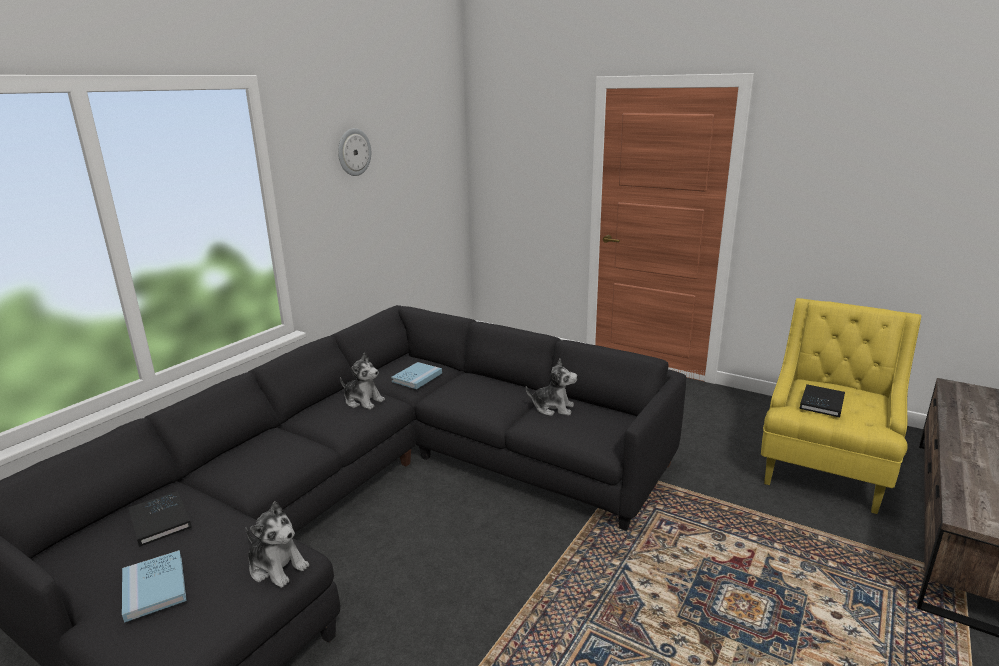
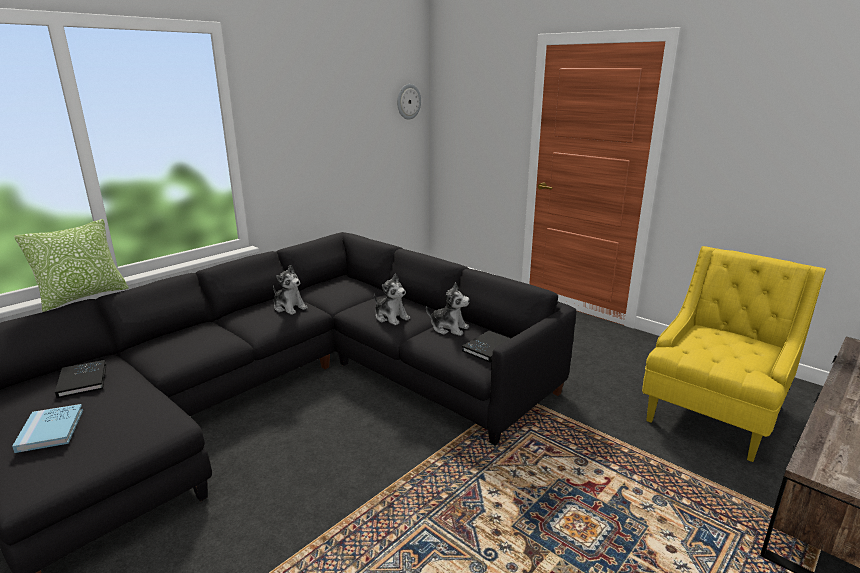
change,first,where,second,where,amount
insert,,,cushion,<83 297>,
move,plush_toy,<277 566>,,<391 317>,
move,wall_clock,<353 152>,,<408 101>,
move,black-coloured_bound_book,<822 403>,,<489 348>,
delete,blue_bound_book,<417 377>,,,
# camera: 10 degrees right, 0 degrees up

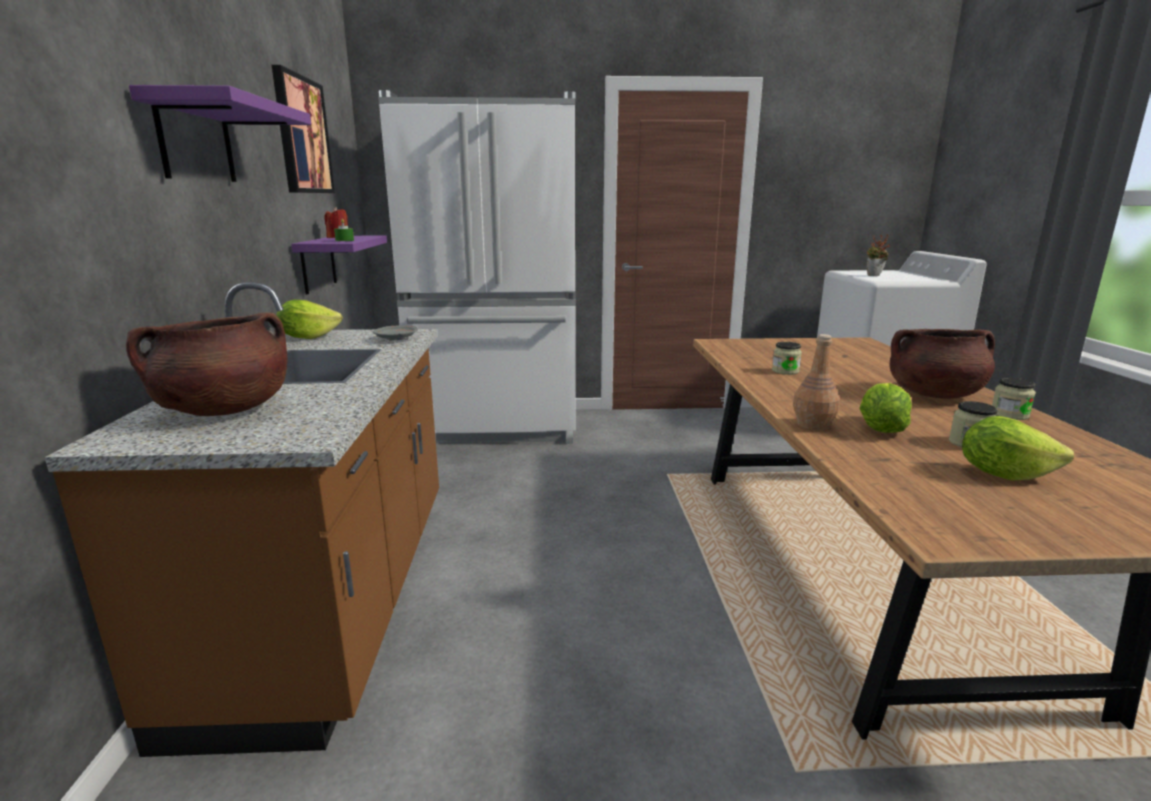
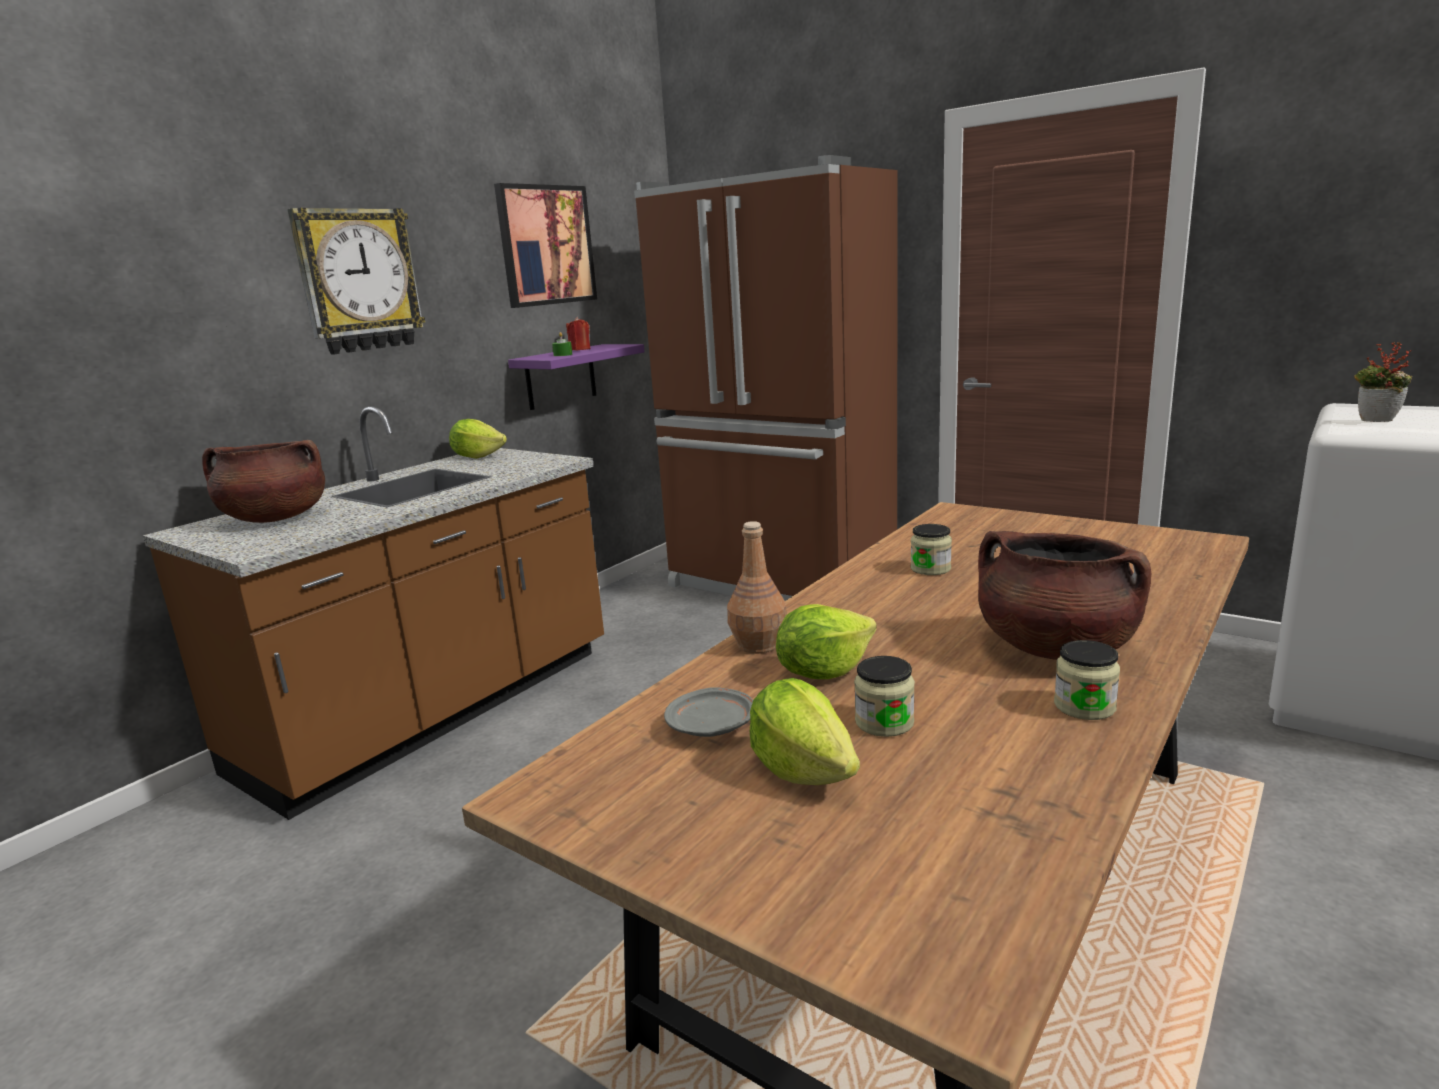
change,first,where,second,where,amount
replace,purple-coloured_shelf,<196 141>,wall_clock,<358 280>,
recolor,whitish_refrigerator,<497 428>,brown-coloured_refrigerator,<779 583>,
move,grey_plate,<396 339>,,<712 726>,
# camera: 40 degrees right, 0 degrees up

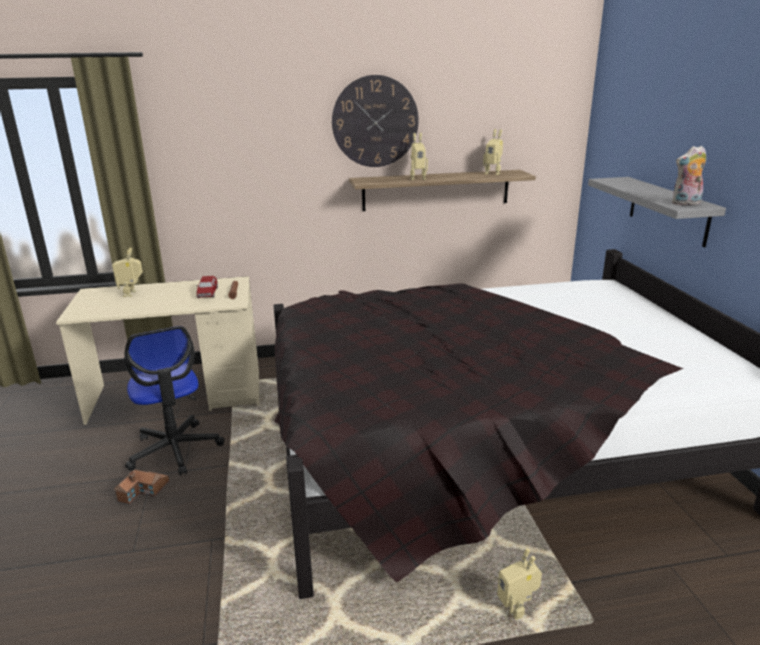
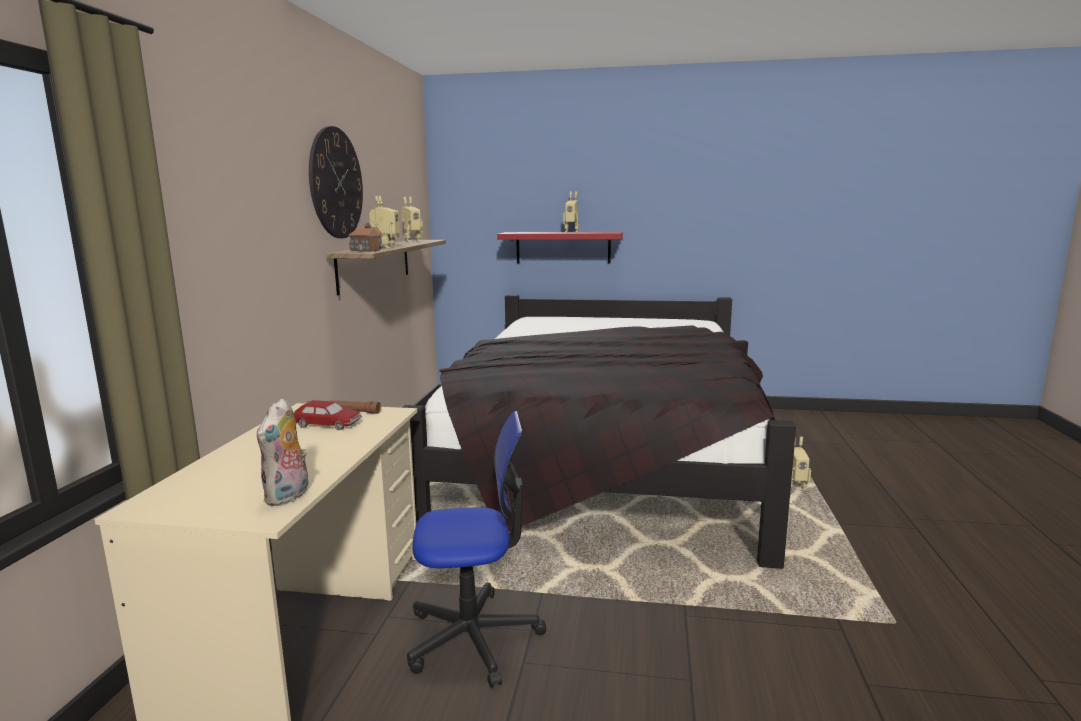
change,first,where,second,where,amount
move,plush_toy,<686 203>,,<288 497>,
move,toy_house,<143 491>,,<367 250>,
recolor,grey_shelf,<668 210>,red-coloured_shelf,<563 247>,
move,model_robot,<132 294>,,<572 232>,
# camera: 70 degrees left, 10 degrees down

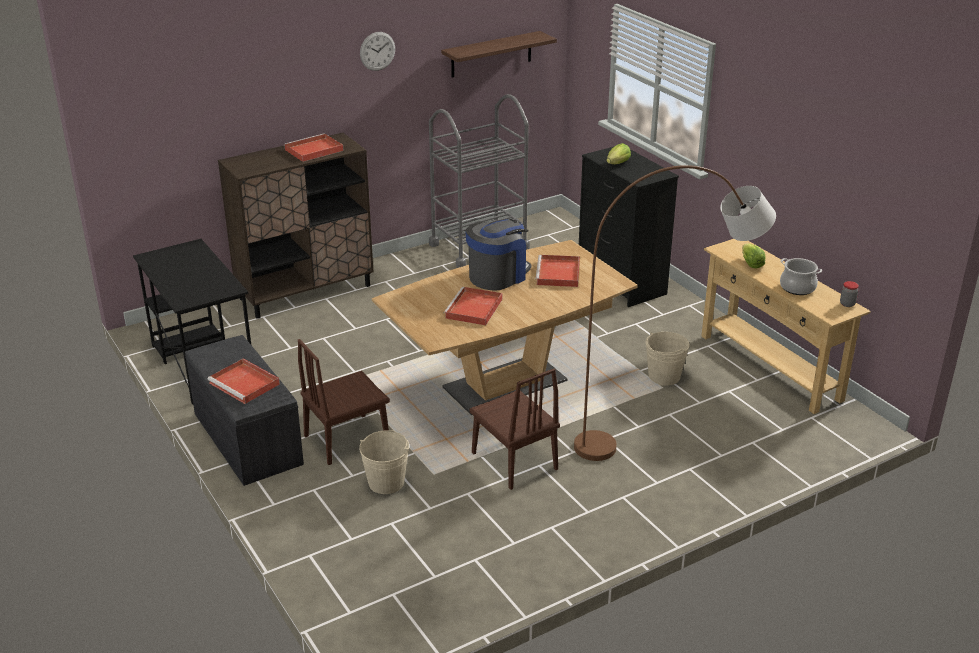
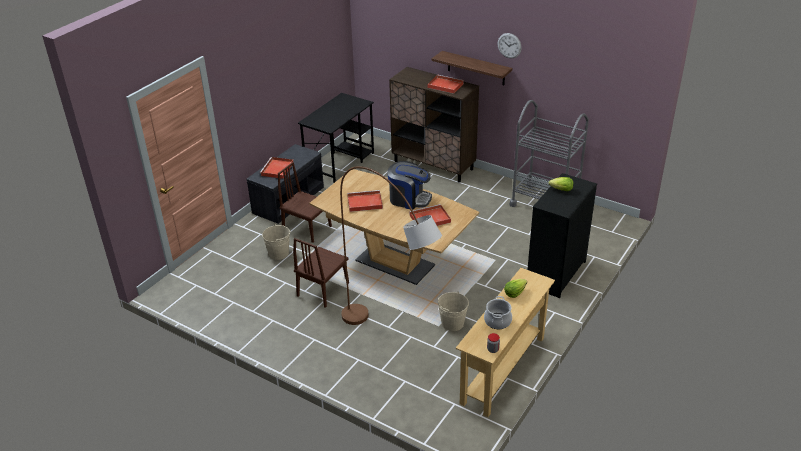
change,first,where,second,where,amount
move,shelf,<491 54>,,<476 68>,
# camera: 65 degrees right, 5 degrees up

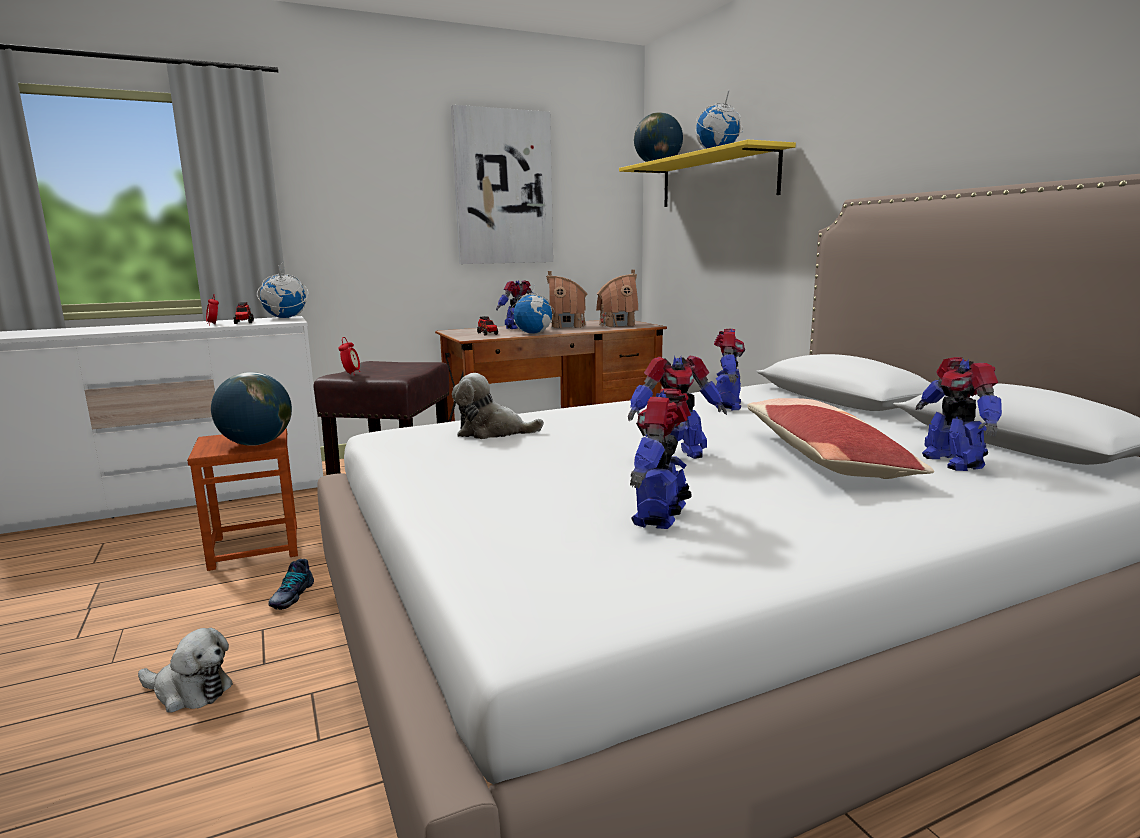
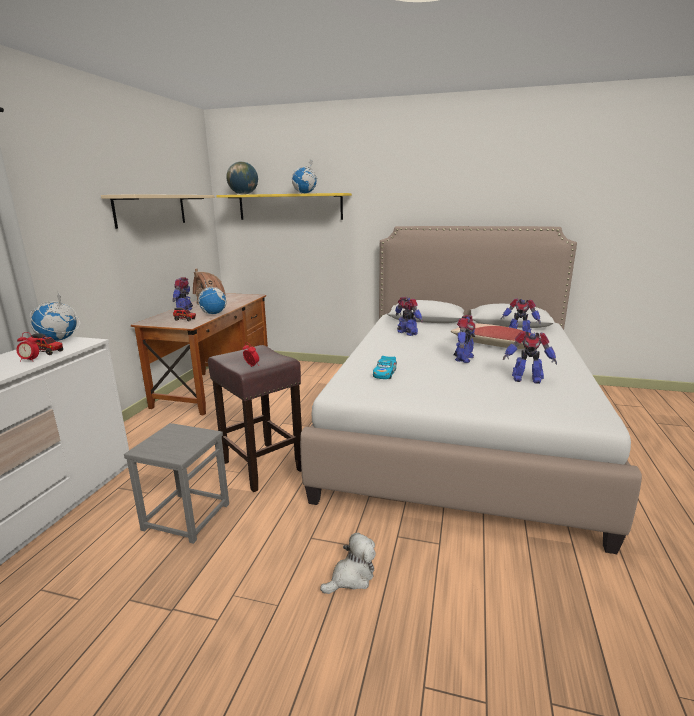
change,first,where,second,where,amount
replace,picture,<503 188>,beige-coloured_shelf,<151 210>,
recolor,brown-coloured_sitting_stool,<255 547>,grey_sitting_stool,<186 516>,
replace,plush_toy,<492 432>,model_car,<384 373>,
rotate,model_robot,<662 516>,,<526 379>,45 degrees counterclockwise
delete,desk_globe,<257 444>,,,
delete,item_of_footwear,<291 596>,,,
delete,toy_house,<617 325>,,,
# camera: 50 degrees left, 5 degrees up

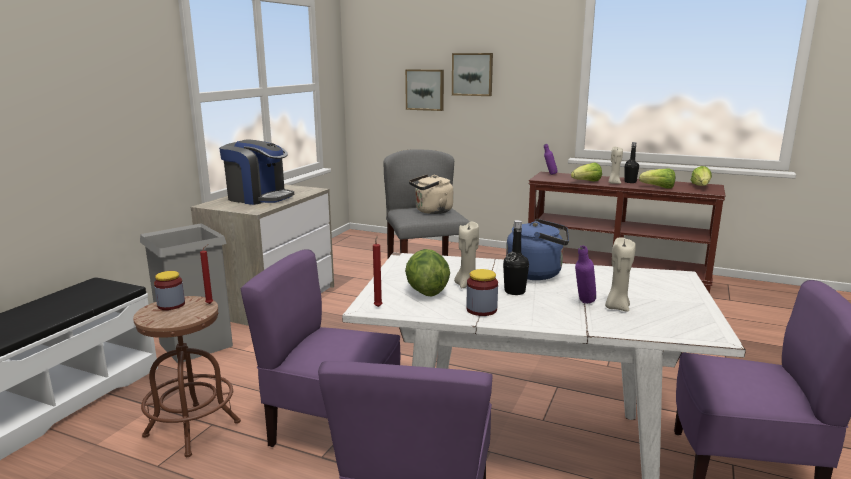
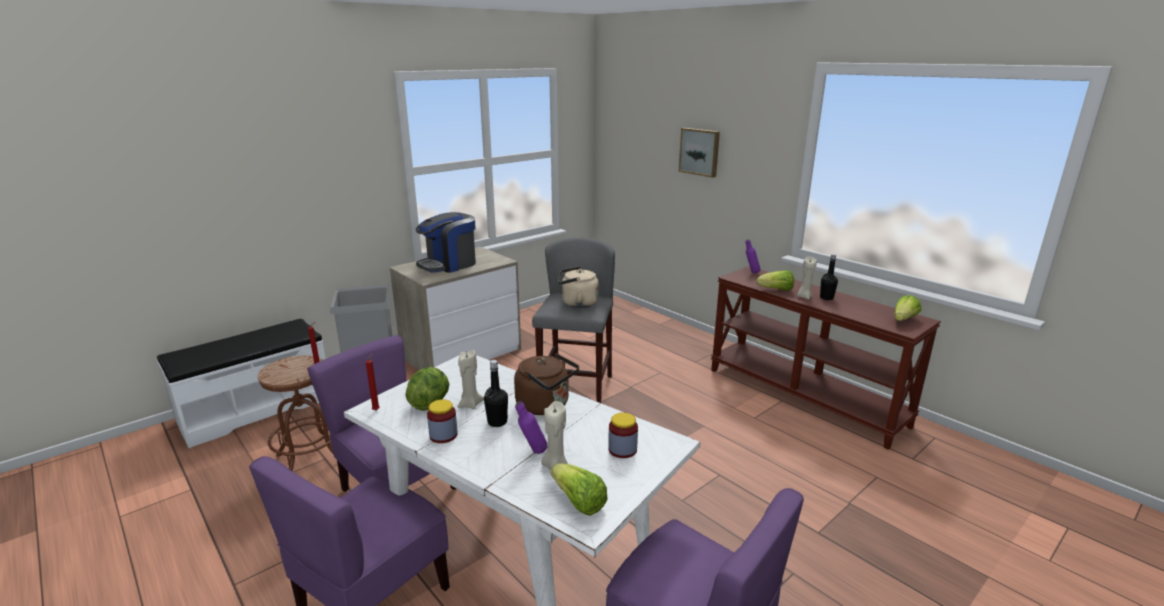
change,first,where,second,where,amount
rotate,coffee_maker,<259 198>,,<449 264>,90 degrees clockwise
recolor,blue_kettle,<537 273>,brown-coloured_kettle,<546 406>,
move,lettuce_head,<658 188>,,<578 502>,
move,preserve_jar,<171 305>,,<622 450>,
delete,picture,<425 89>,,,
# camera: 25 degrees right, 5 degrees up

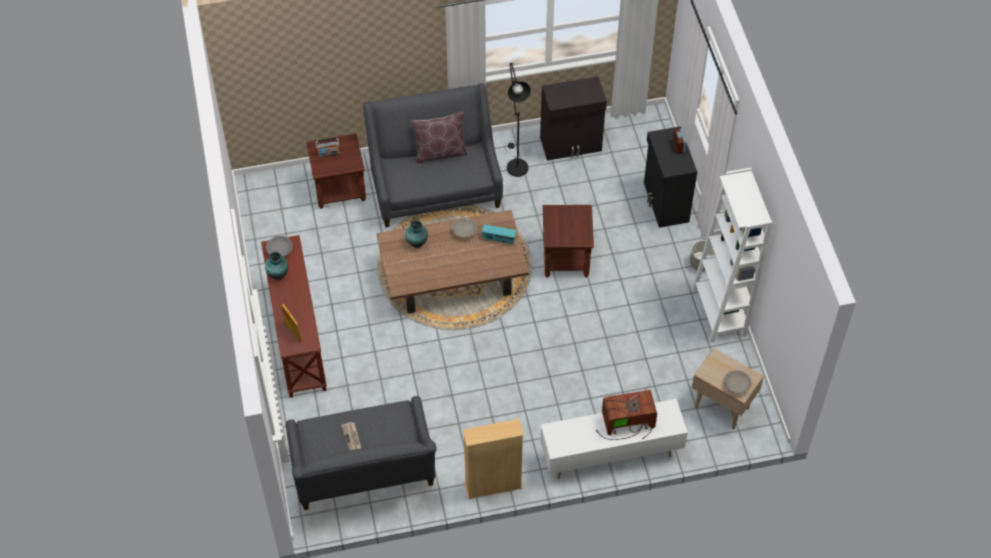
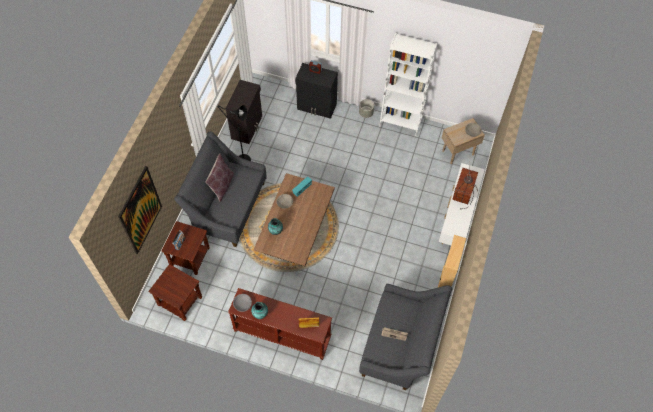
change,first,where,second,where,amount
insert,,,picture,<140 211>,
move,brown-coloured_accent_table,<565 258>,,<180 301>,
# camera: 60 degrees left, 5 degrees up

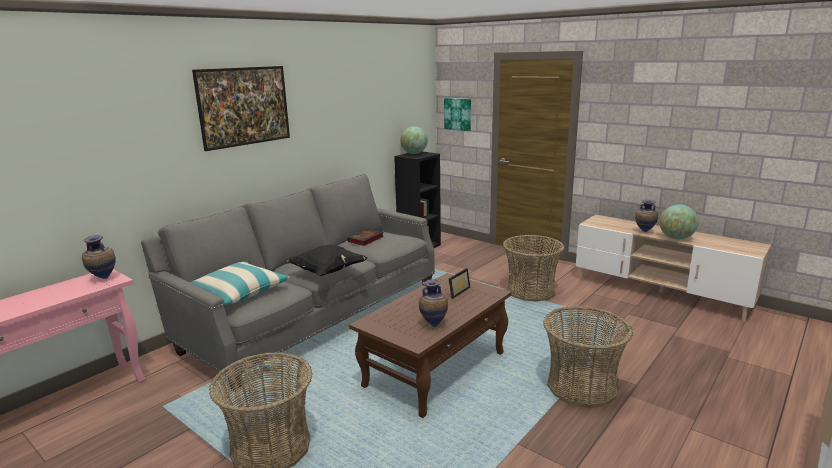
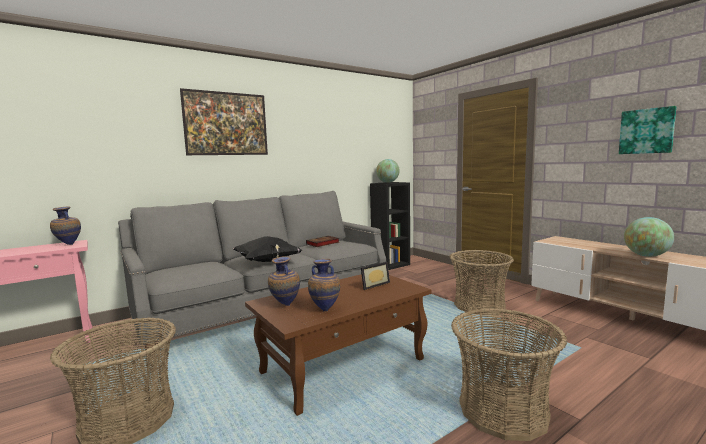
change,first,where,second,where,amount
move,decorative_vase,<644 232>,,<284 306>,
move,picture,<458 114>,,<647 131>,
delete,cushion,<238 292>,,,
# camera: 15 degrees right, 10 degrees down

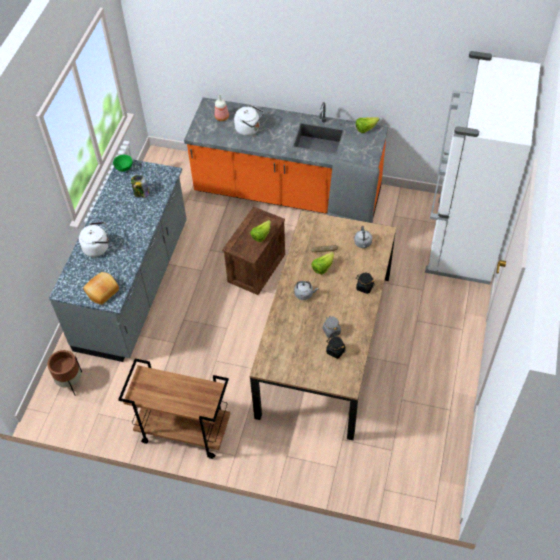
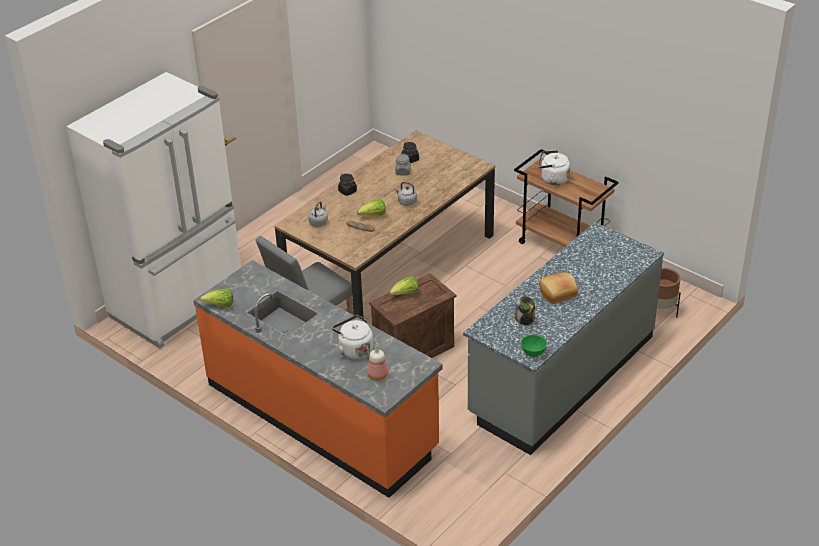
change,first,where,second,where,amount
move,whitish_kettle,<98 247>,,<552 179>,
move,baked_bread,<102 291>,,<558 294>,
# camera: 155 degrees left, 15 degrees down

